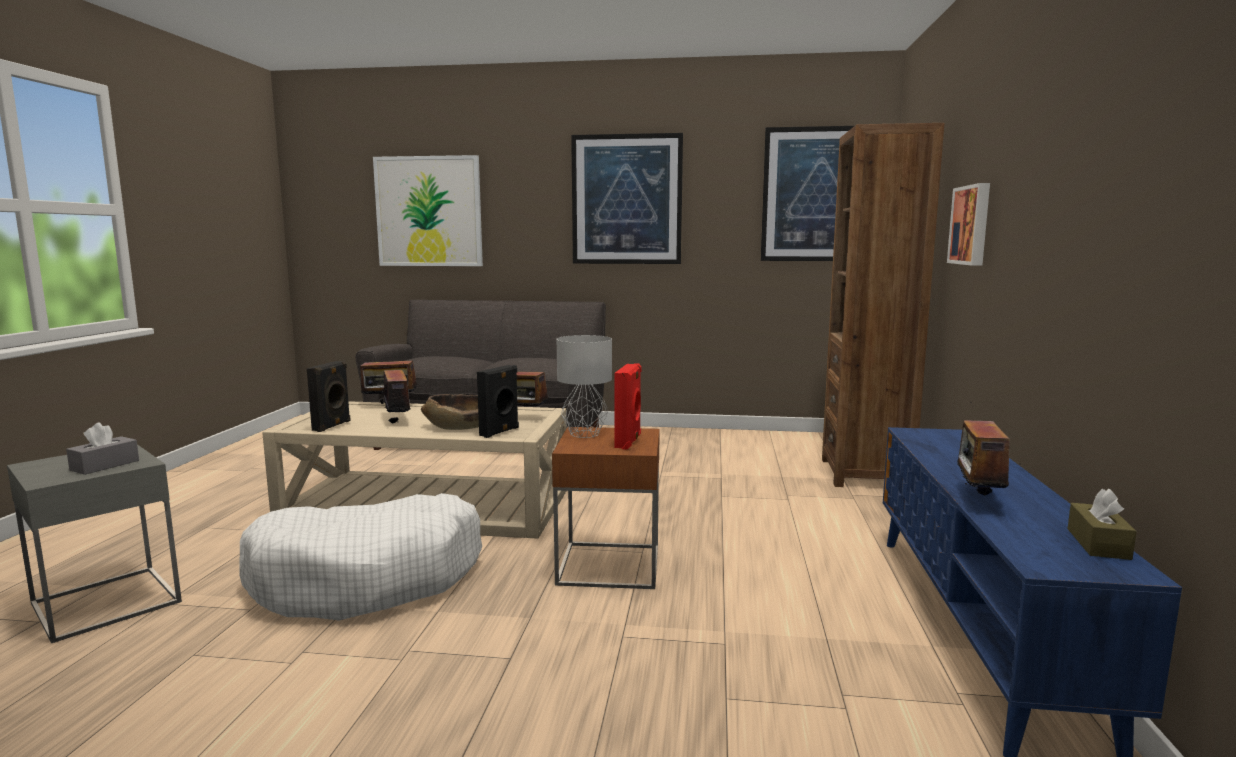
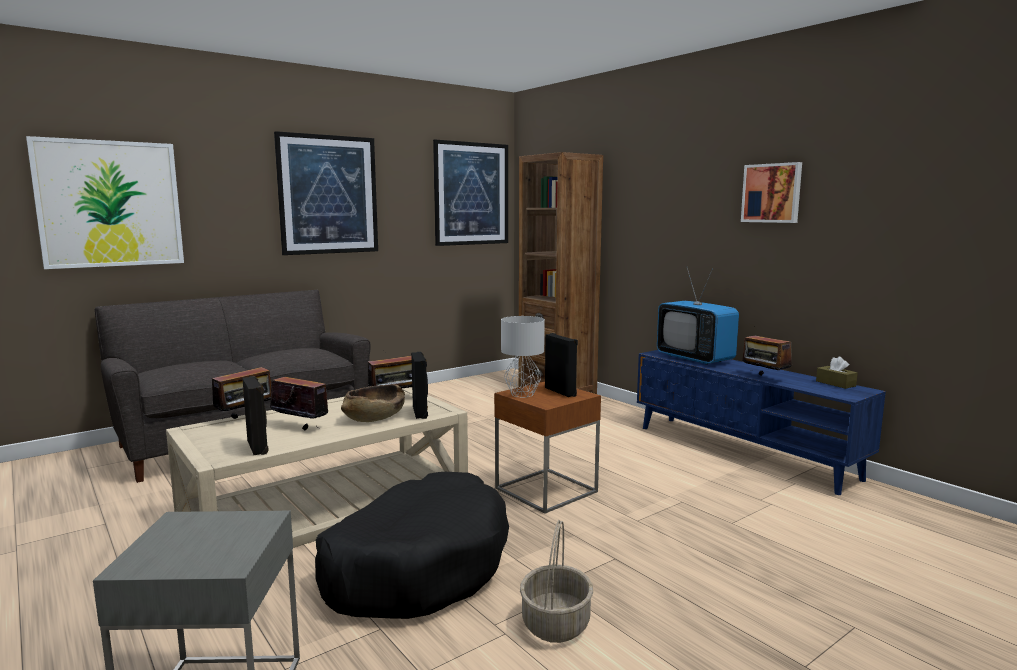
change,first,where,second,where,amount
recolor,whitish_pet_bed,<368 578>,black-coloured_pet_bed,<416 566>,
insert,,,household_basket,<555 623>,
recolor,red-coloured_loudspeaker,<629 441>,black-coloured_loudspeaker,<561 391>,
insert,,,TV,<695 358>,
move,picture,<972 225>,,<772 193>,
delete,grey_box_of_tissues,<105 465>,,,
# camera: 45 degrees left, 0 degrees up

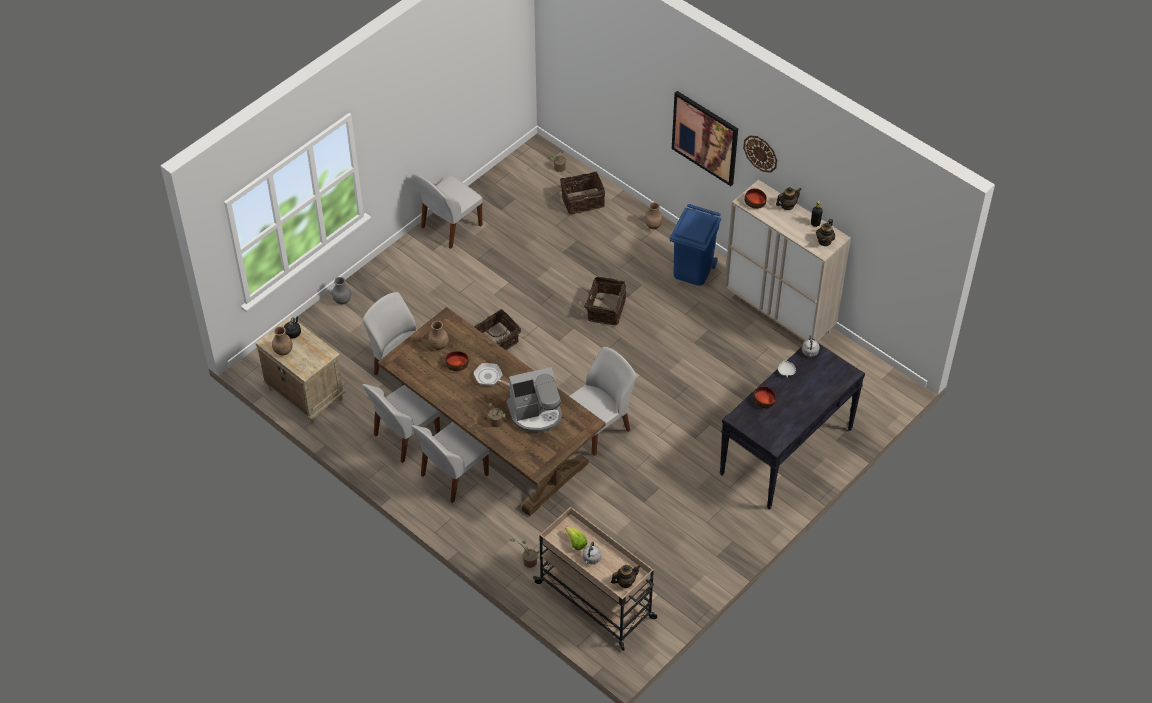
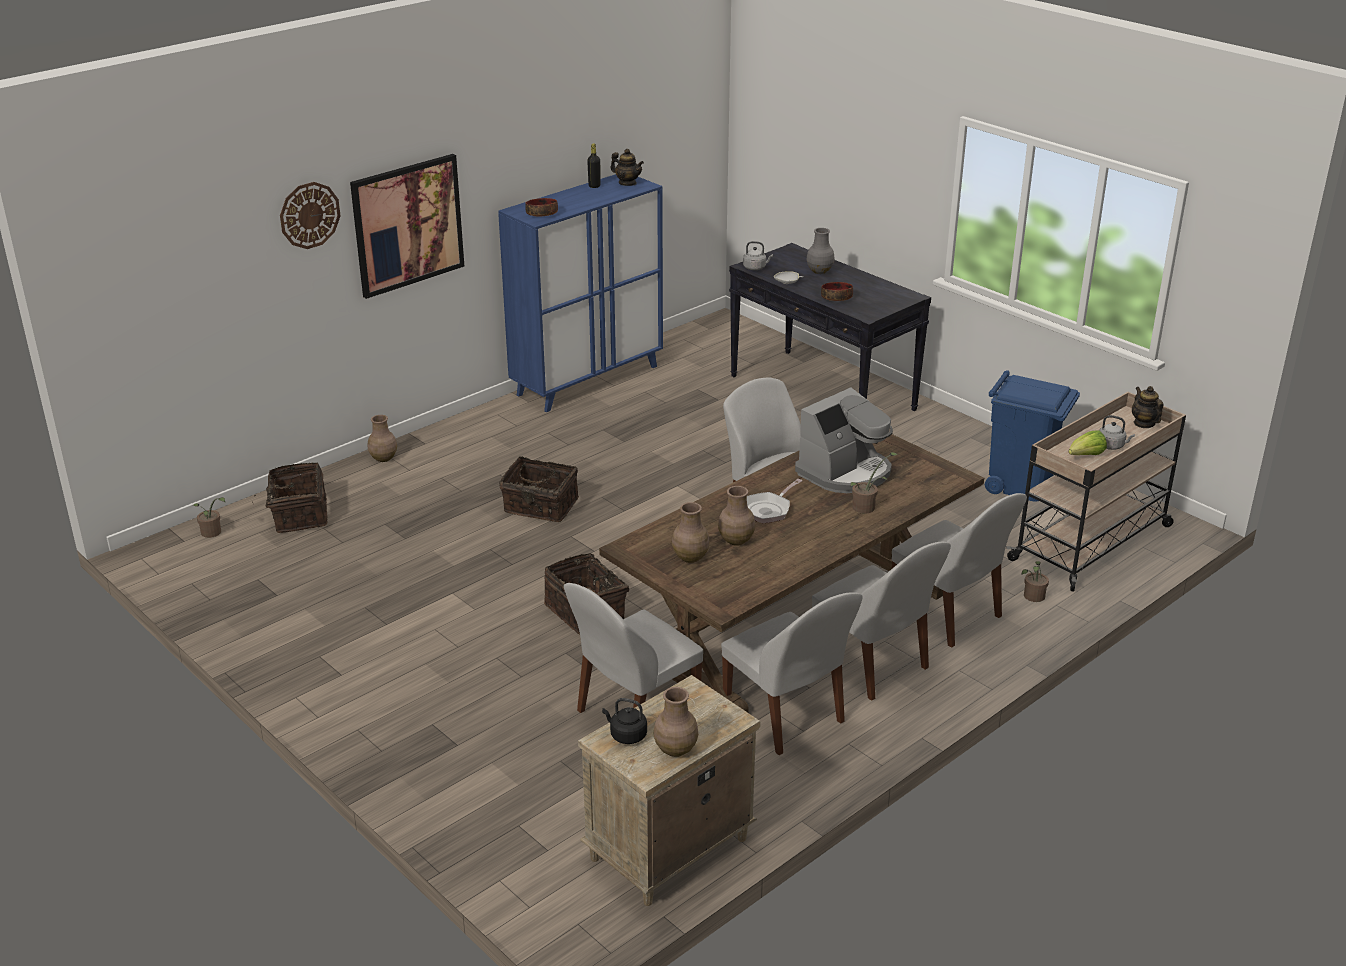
change,first,where,second,where,amount
move,wall_clock,<760 153>,,<309 215>,
recolor,beige-coloured_storage_cabinet,<779 314>,blue_storage_cabinet,<588 380>,
replace,deep_dish,<457 364>,brown-coloured_decorative_vase,<736 540>,
rotate,coffee_maker,<536 413>,,<845 472>,60 degrees clockwise
move,grey_decorative_vase,<342 300>,,<819 271>,
move,whitish_plain_chair,<450 227>,,<947 615>,
move,blue_waste_bin,<693 270>,,<1021 484>,
delete,teapot,<787 205>,,,
# camera: 85 degrees left, 20 degrees down

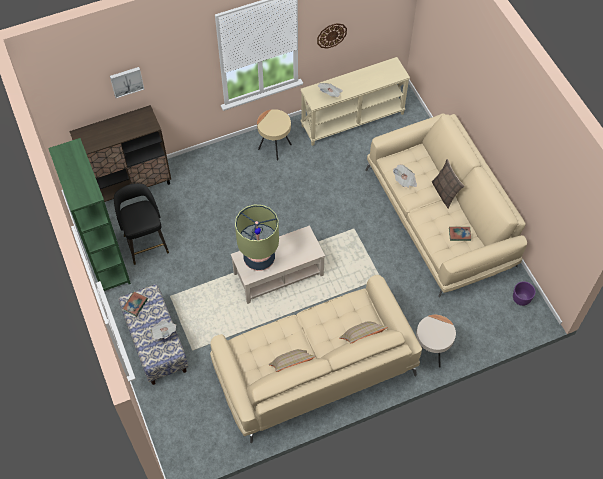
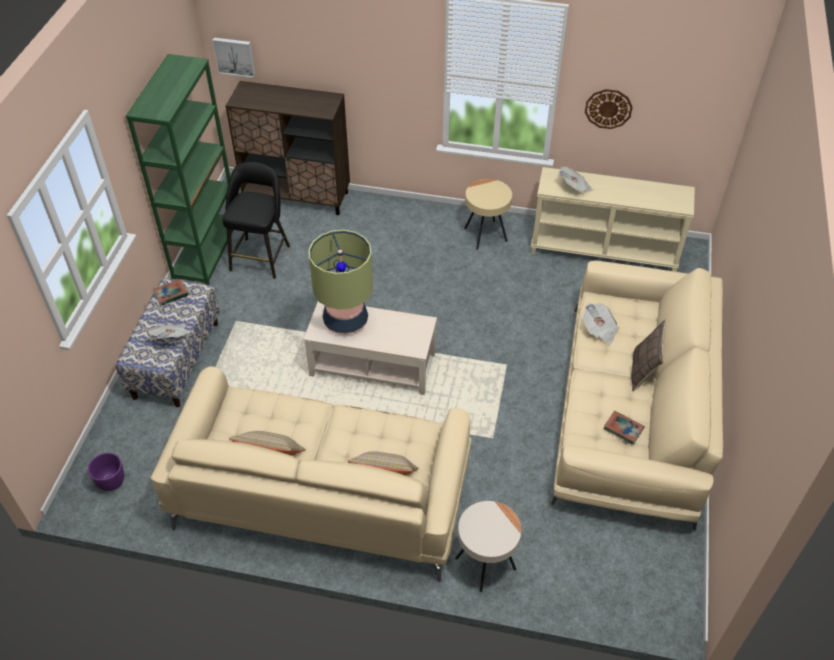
change,first,where,second,where,amount
move,purple-coloured_planter,<521 299>,,<111 482>,
move,picture,<126 81>,,<235 56>,
# camera: 35 degrees right, 10 degrees down

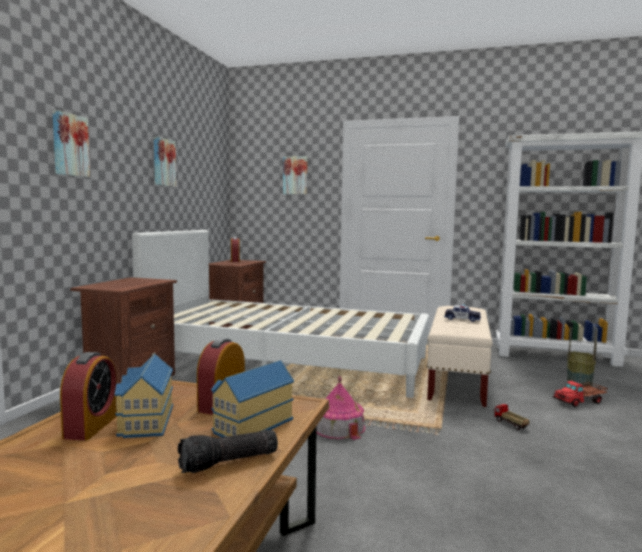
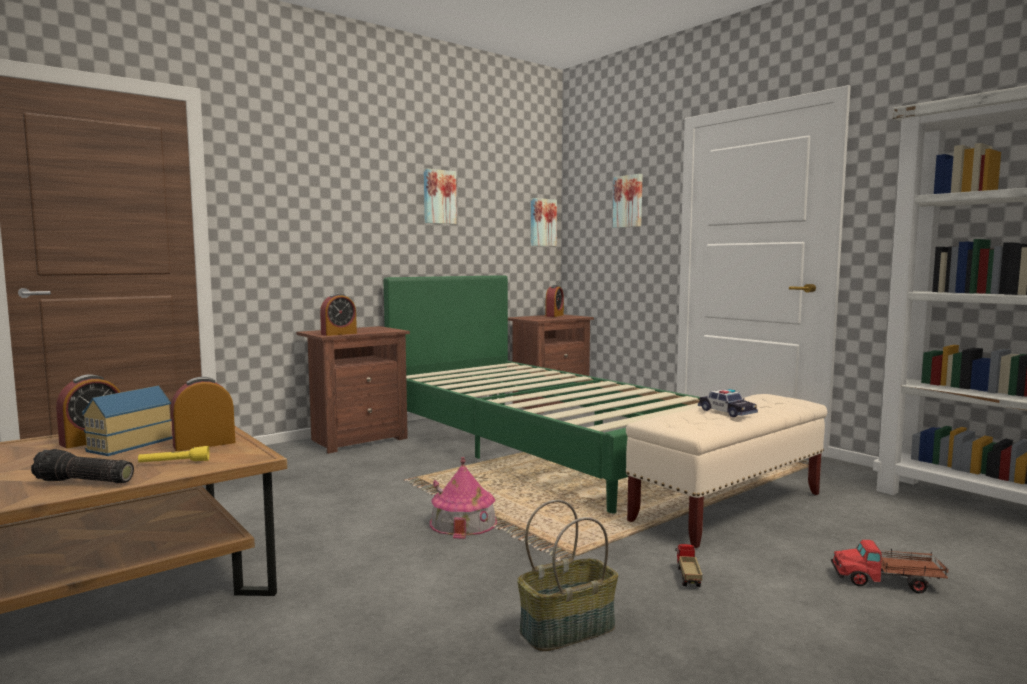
change,first,where,second,where,amount
replace,toy_house,<250 425>,yellow-coloured_flashlight,<174 463>,
insert,,,bedside_clock,<339 334>,
recolor,whitish_sleeping_bed,<287 362>,green-coloured_sleeping_bed,<541 446>,
move,household_basket,<578 380>,,<567 628>,
move,picture,<69 145>,,<542 222>,
# camera: 35 degrees right, 0 degrees up

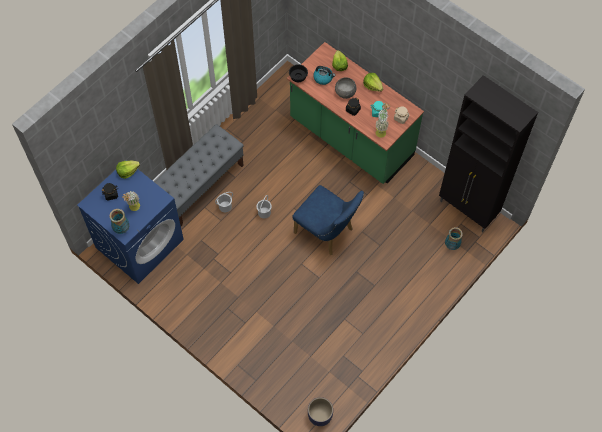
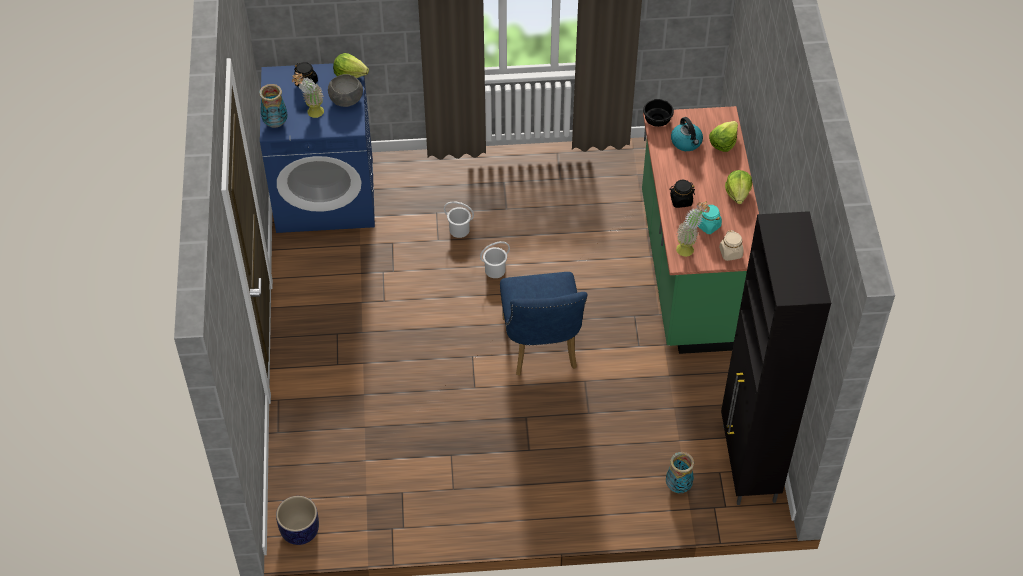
change,first,where,second,where,amount
move,grey_deep_dish,<345 92>,,<346 99>,
delete,grey_long_seat,<200 185>,,,
# camera: 45 degrees right, 10 degrees down

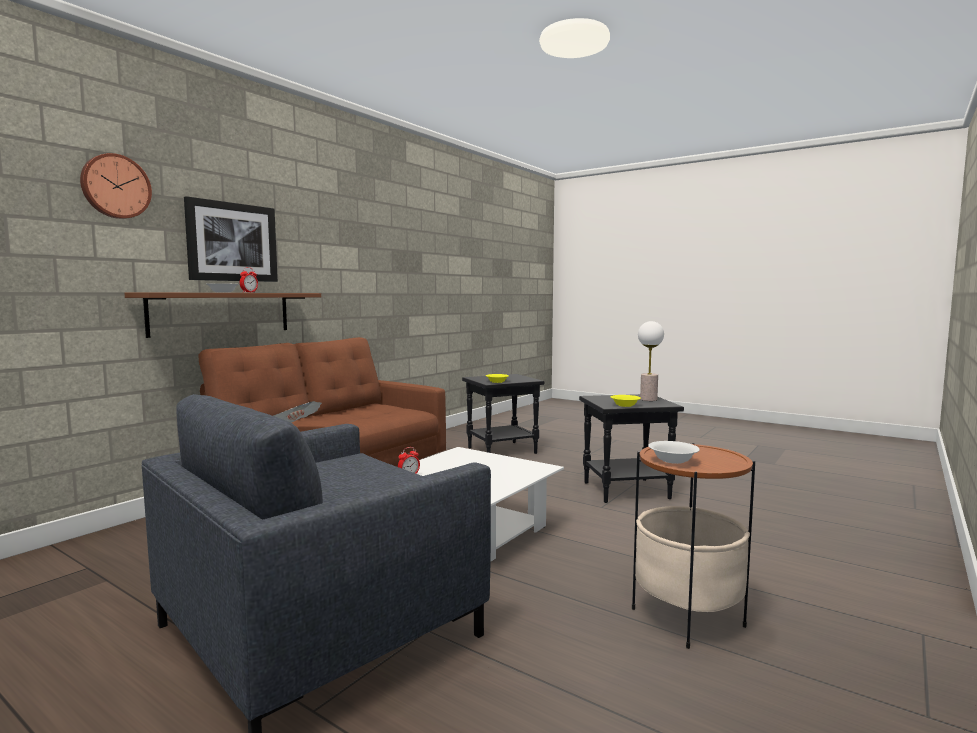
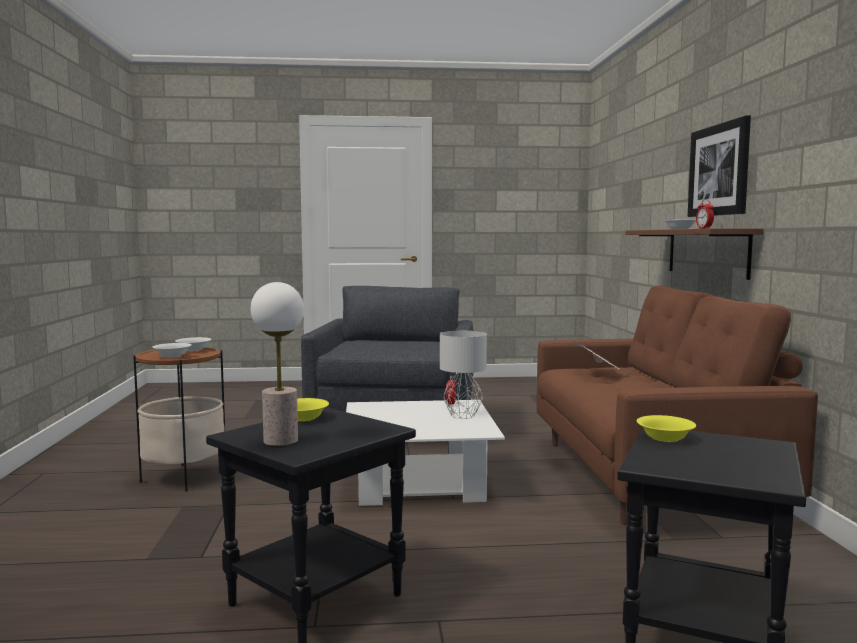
change,first,where,second,where,amount
insert,,,whitish_deep_dish,<172 356>,
insert,,,grey_tabletop_lamp,<463 415>,
delete,wall_clock,<115 186>,,,
# camera: 140 degrees right, 0 degrees up

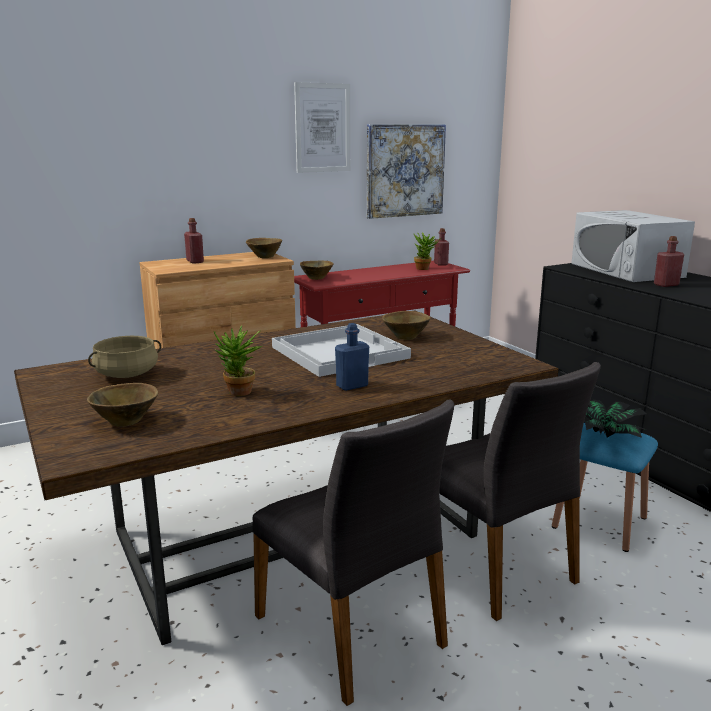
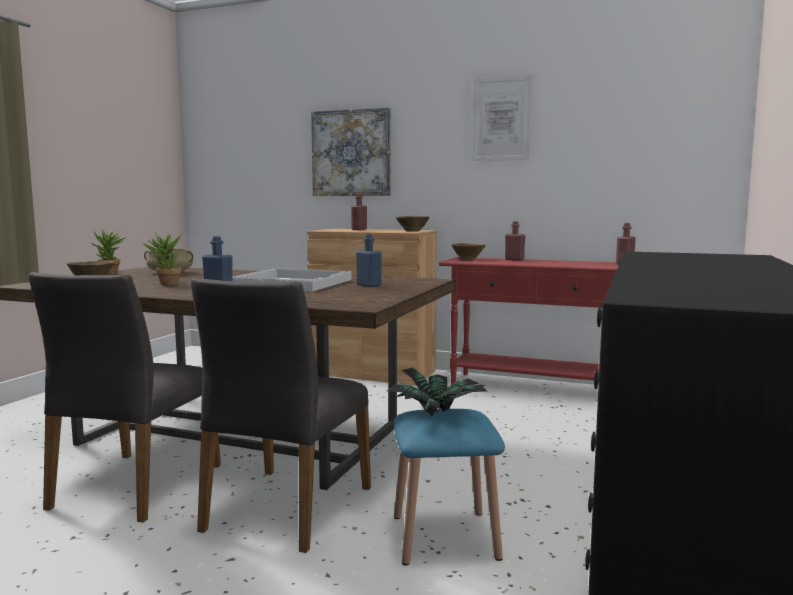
change,first,where,second,where,amount
move,houseplant,<425 269>,,<110 273>,
move,picture,<405 170>,,<351 153>,
replace,brown-coloured_deep_dish,<406 336>,blue_beverage_bottle,<369 285>,
move,red-coloured_beverage_bottle,<666 285>,,<514 259>,
delete,whitish_kitchen_microwave,<626 270>,,,
# camera: 50 degrees right, 10 degrees down

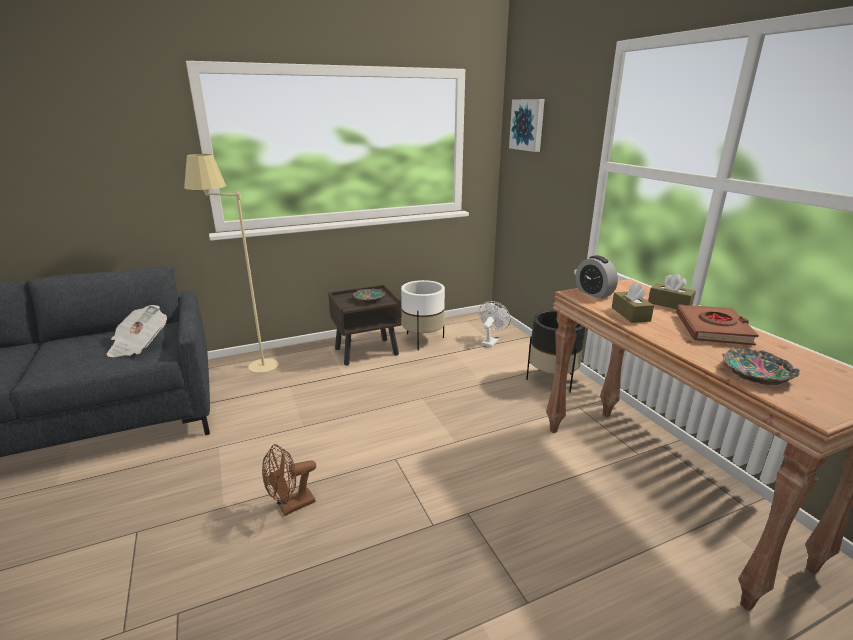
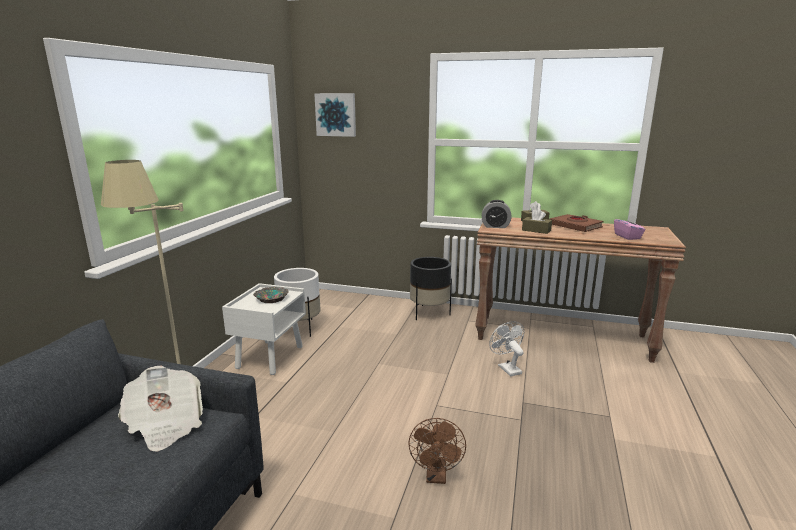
change,first,where,second,where,amount
recolor,brown-coloured_night_table,<367 351>,whitish_night_table,<270 357>,
move,whitish_fan,<491 341>,,<507 368>,
replace,deep_dish,<755 373>,pink-coloured_box_of_tissues,<627 236>,
# camera: 50 degrees left, 5 degrees down

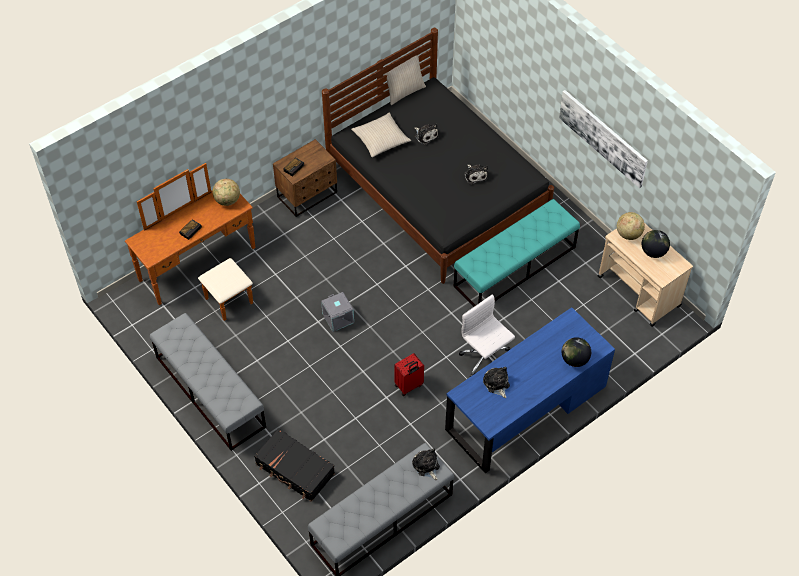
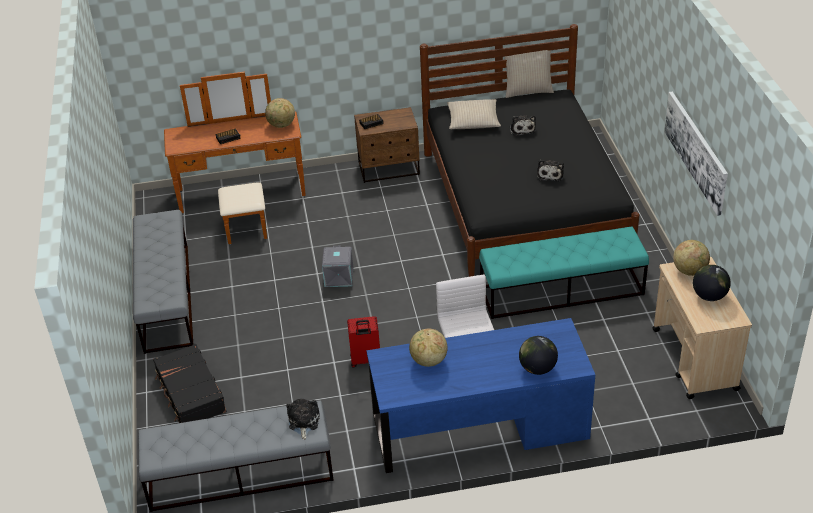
change,first,where,second,where,amount
replace,plush_toy,<496 384>,desk_globe,<428 361>,
# camera: 30 degrees right, 15 degrees down

